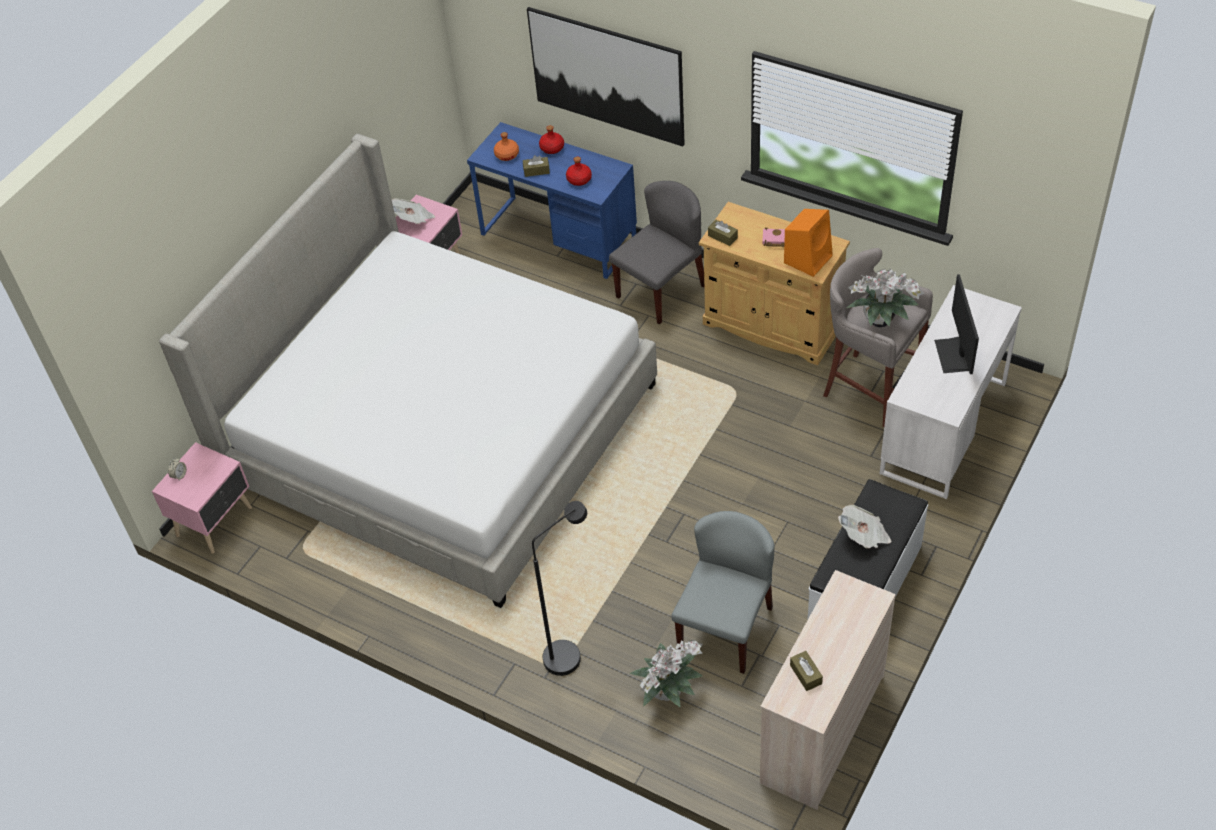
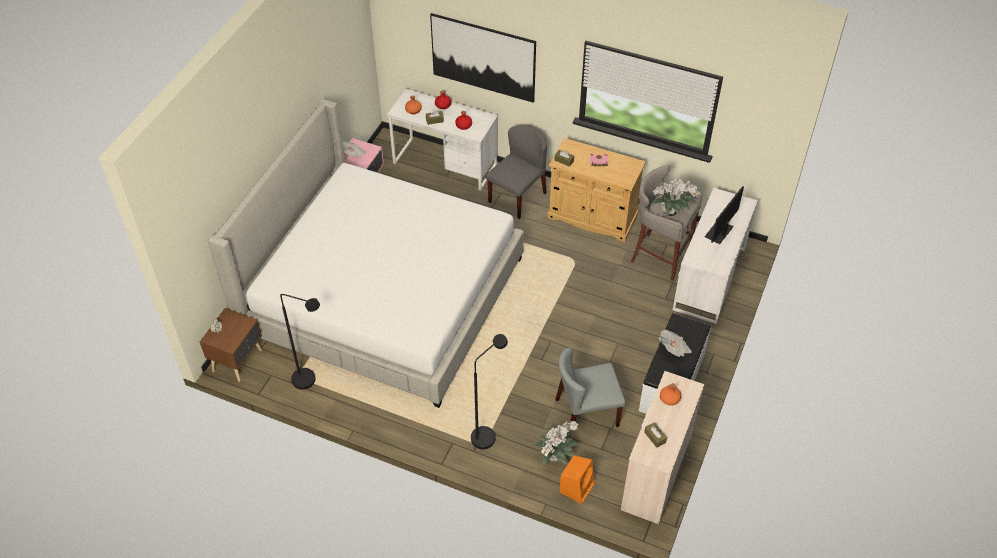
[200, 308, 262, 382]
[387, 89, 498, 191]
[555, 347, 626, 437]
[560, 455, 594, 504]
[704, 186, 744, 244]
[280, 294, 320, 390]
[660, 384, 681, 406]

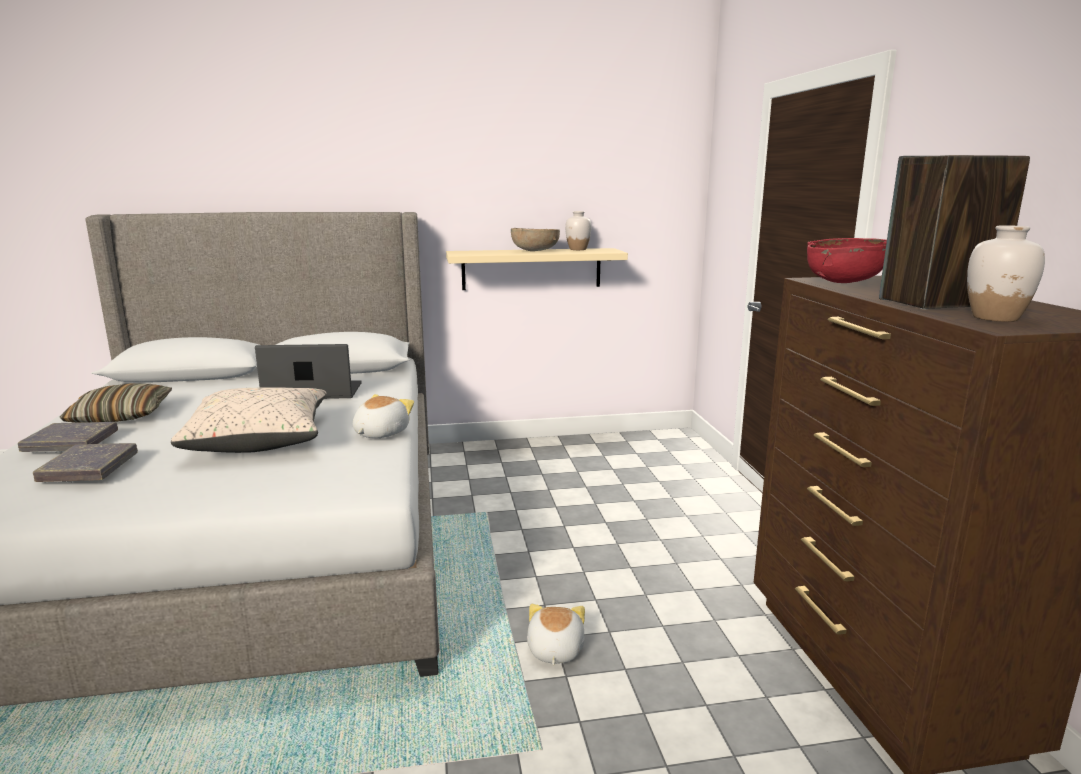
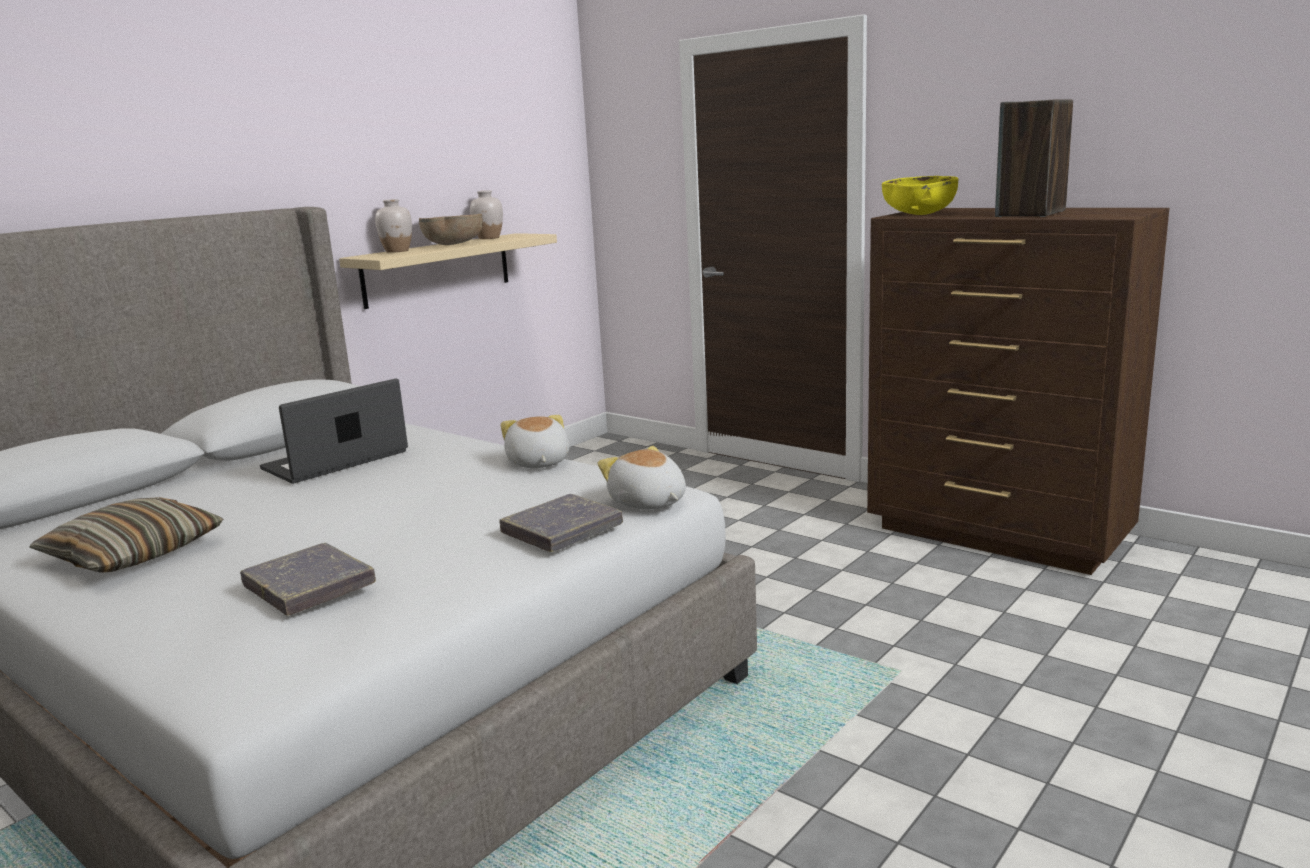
[499, 494, 623, 552]
[171, 387, 326, 453] (first image)
[597, 446, 686, 510]
[882, 176, 958, 215]
[375, 199, 412, 253]

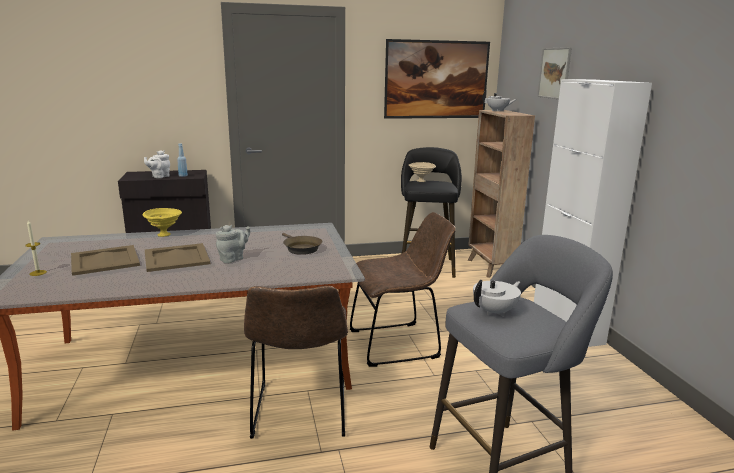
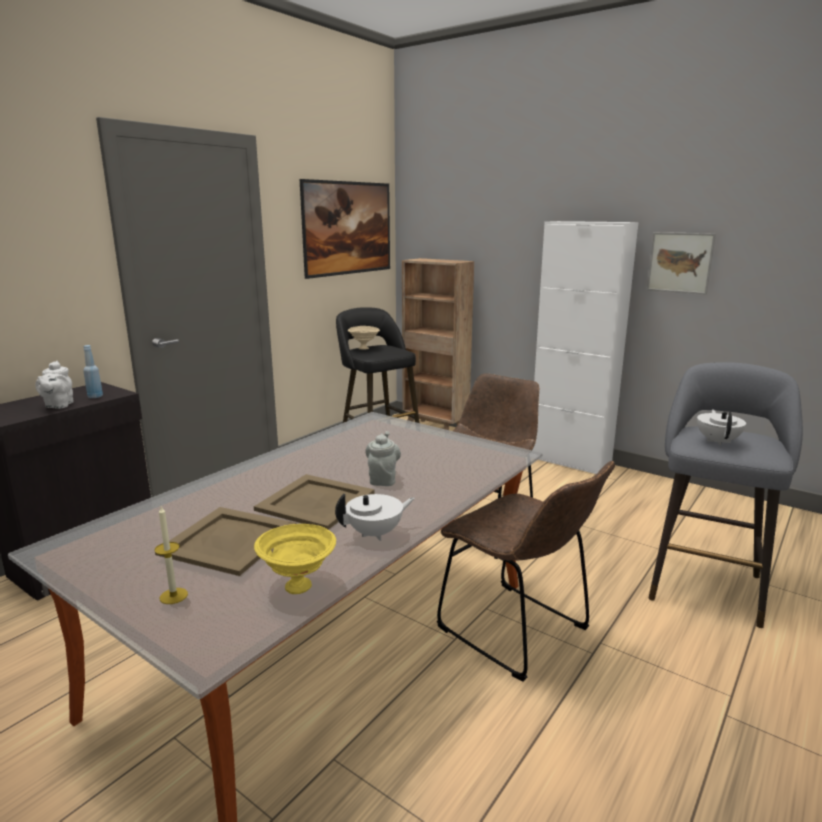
[254, 524, 336, 594]
[282, 233, 322, 255] (first image)
[335, 494, 415, 541]
[647, 232, 716, 294]

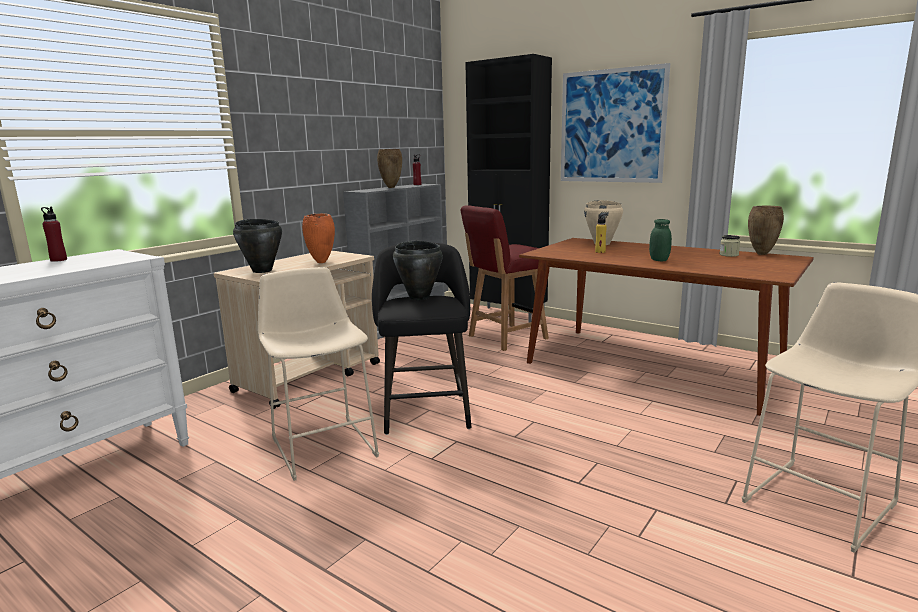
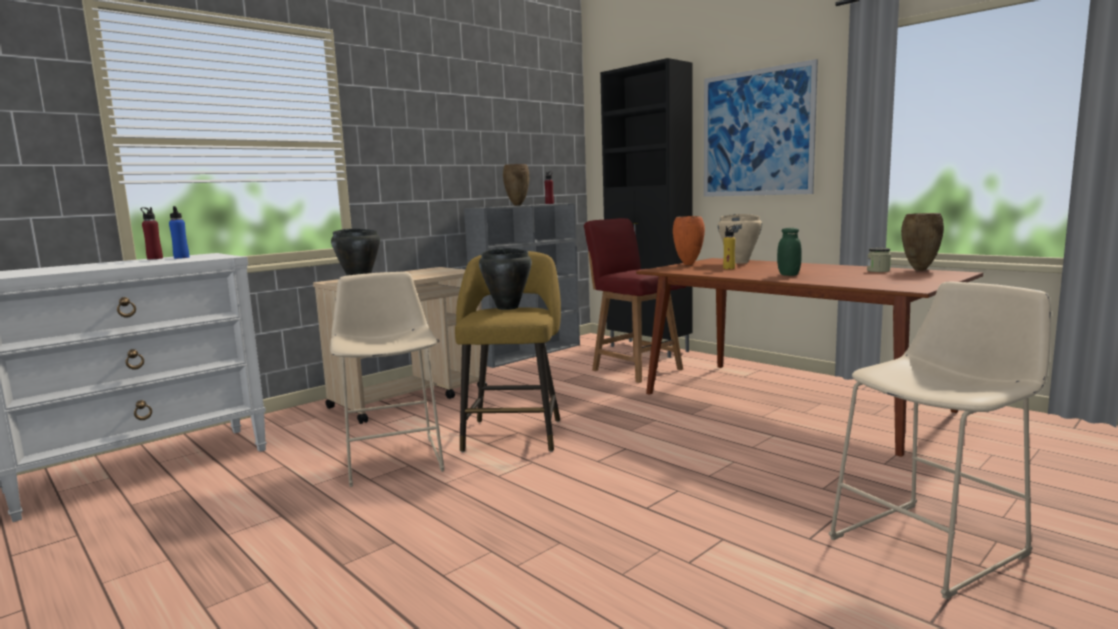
[673, 216, 705, 265]
[455, 251, 561, 452]
[584, 218, 686, 383]
[169, 206, 189, 259]

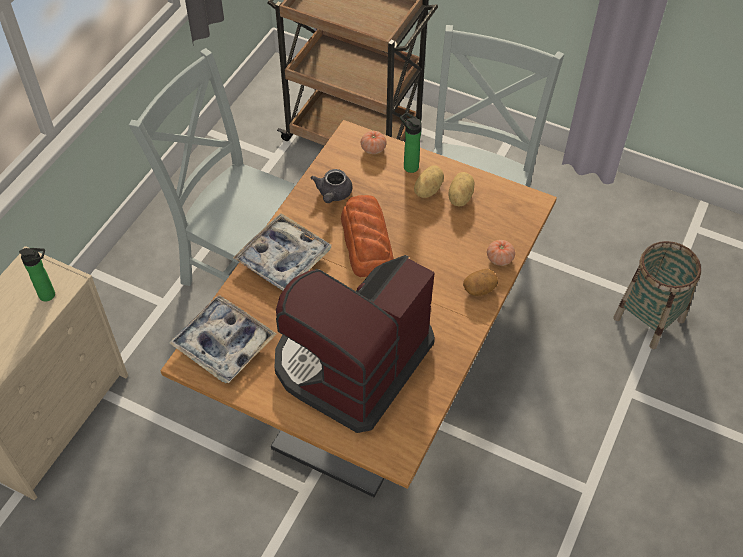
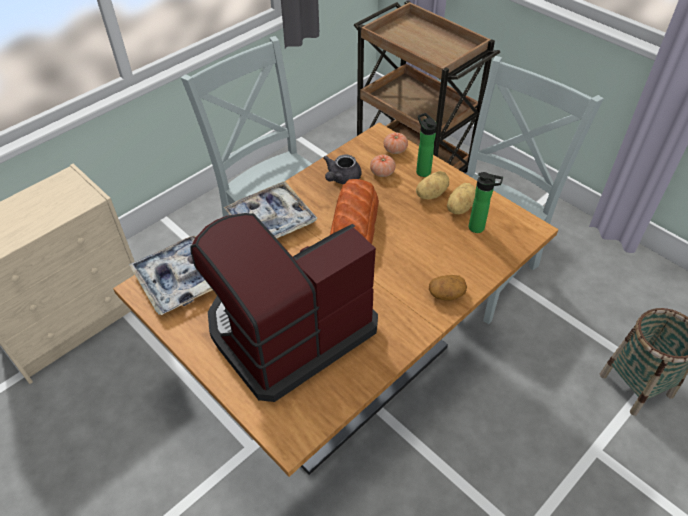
[469, 172, 503, 233]
[370, 155, 396, 177]

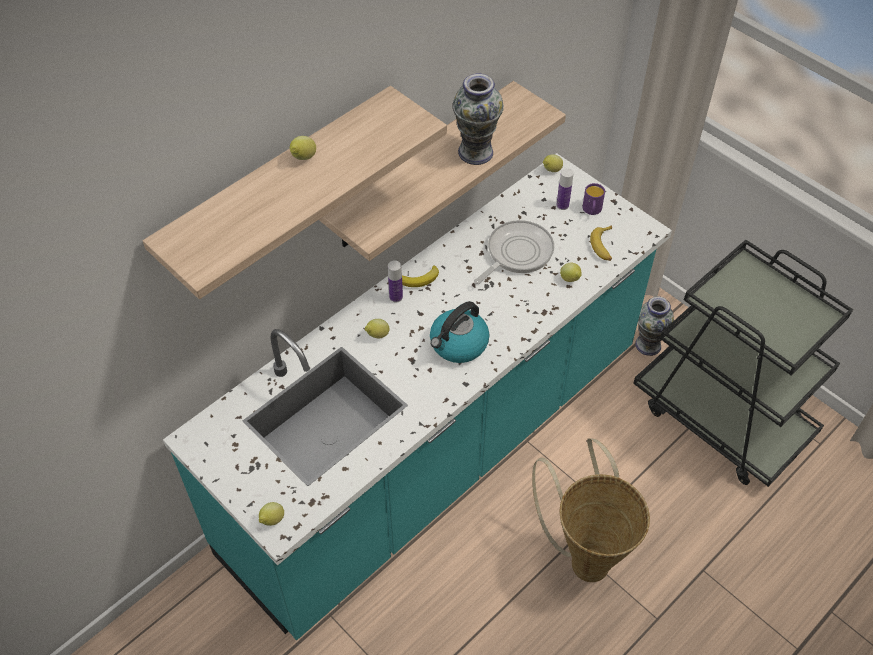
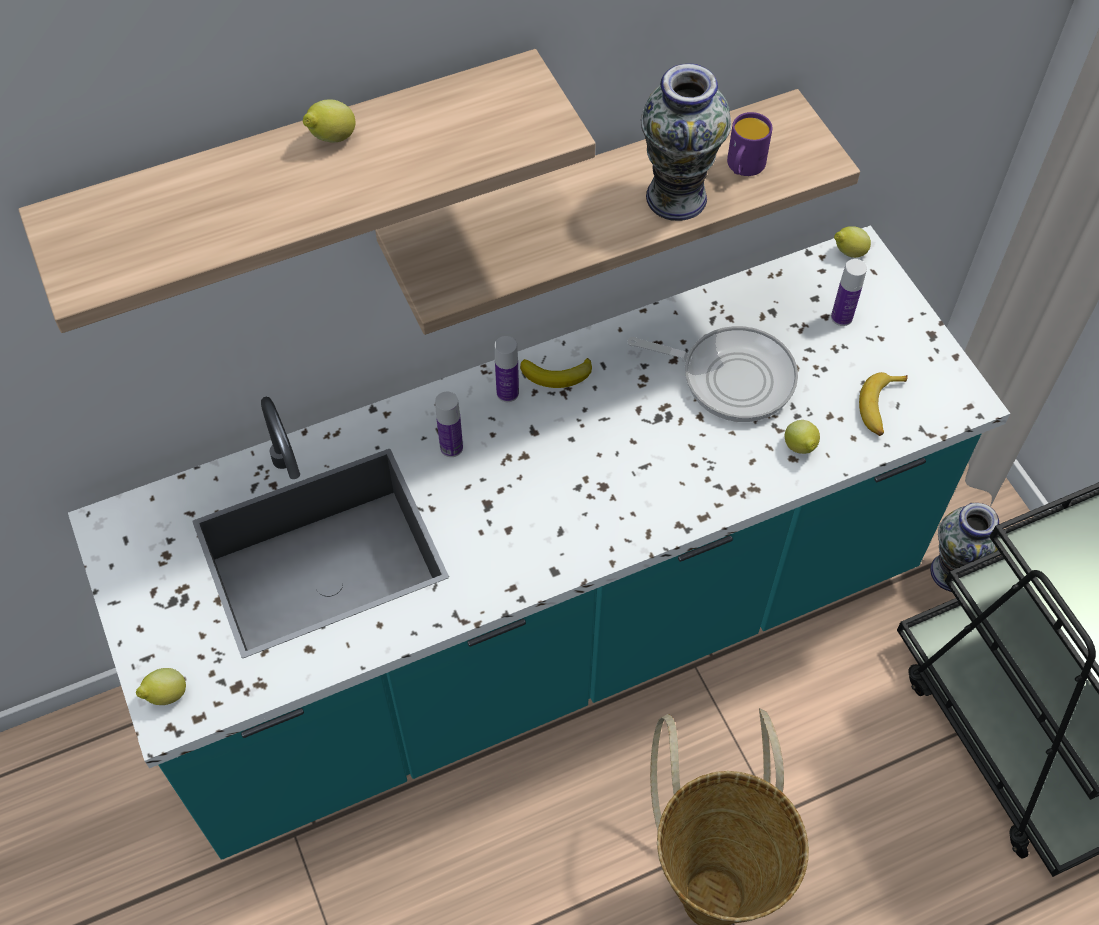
[435, 392, 463, 457]
[430, 301, 489, 363] (first image)
[627, 326, 798, 422]
[727, 112, 772, 176]

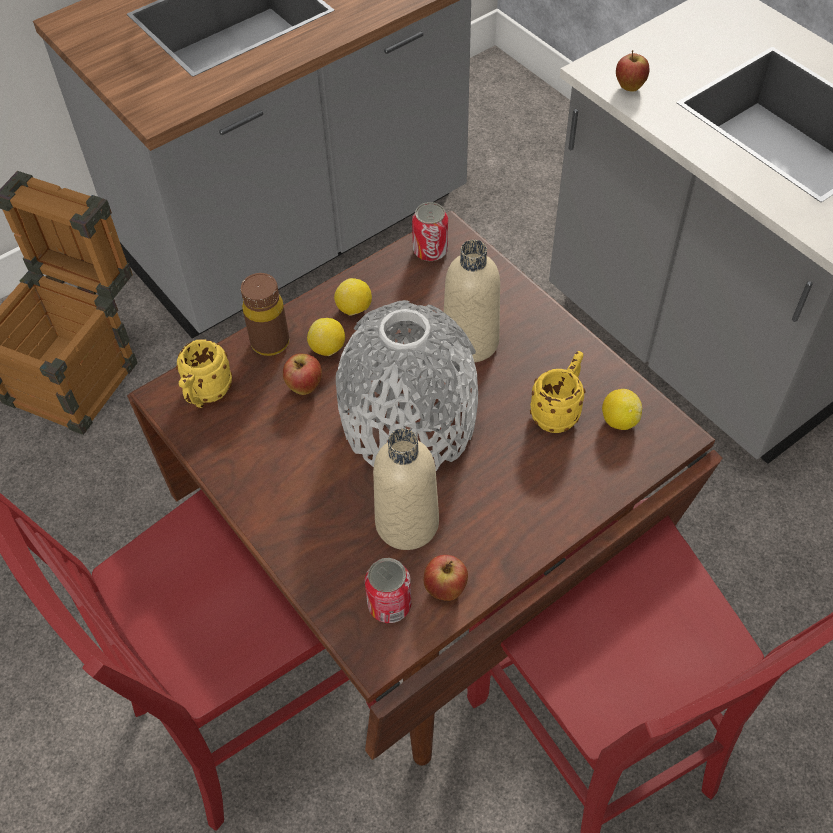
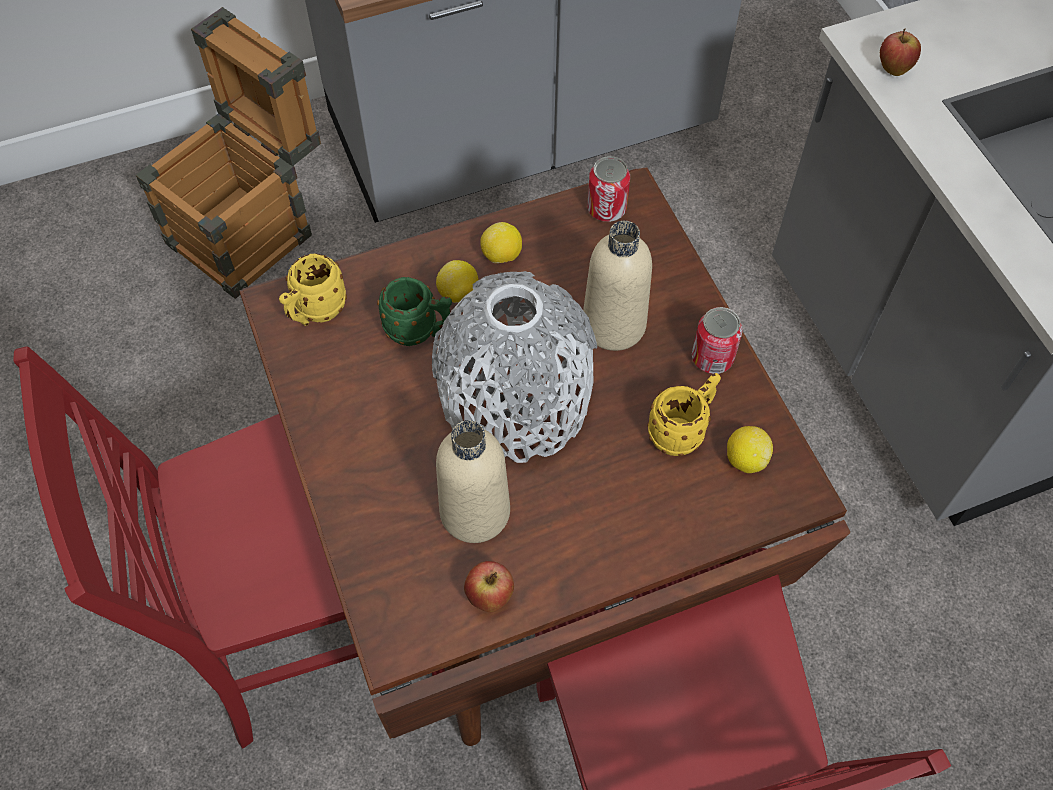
[241, 273, 289, 356] (first image)
[377, 277, 452, 346]
[692, 307, 743, 374]

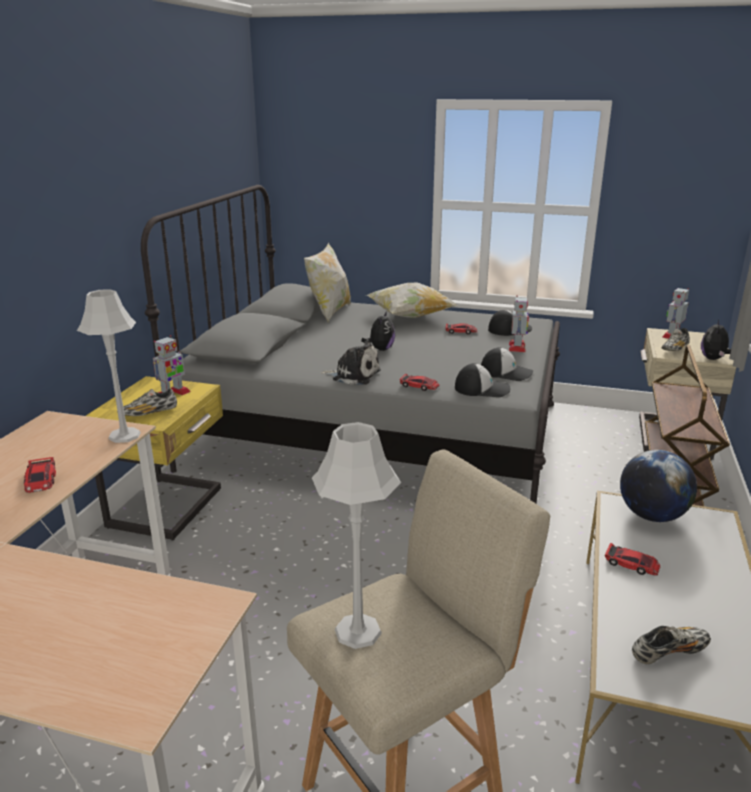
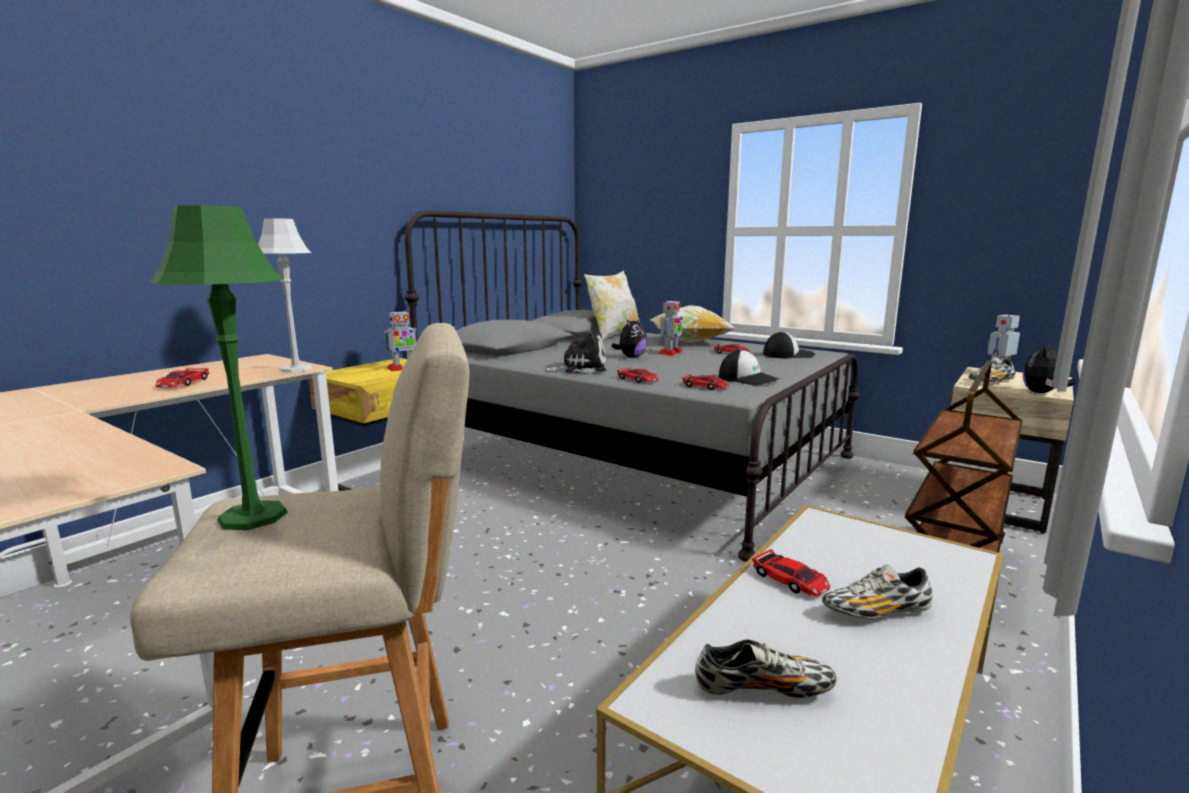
[822, 565, 932, 619]
[150, 205, 288, 530]
[545, 331, 606, 374]
[682, 374, 729, 390]
[658, 299, 683, 355]
[620, 450, 697, 522] (first image)

